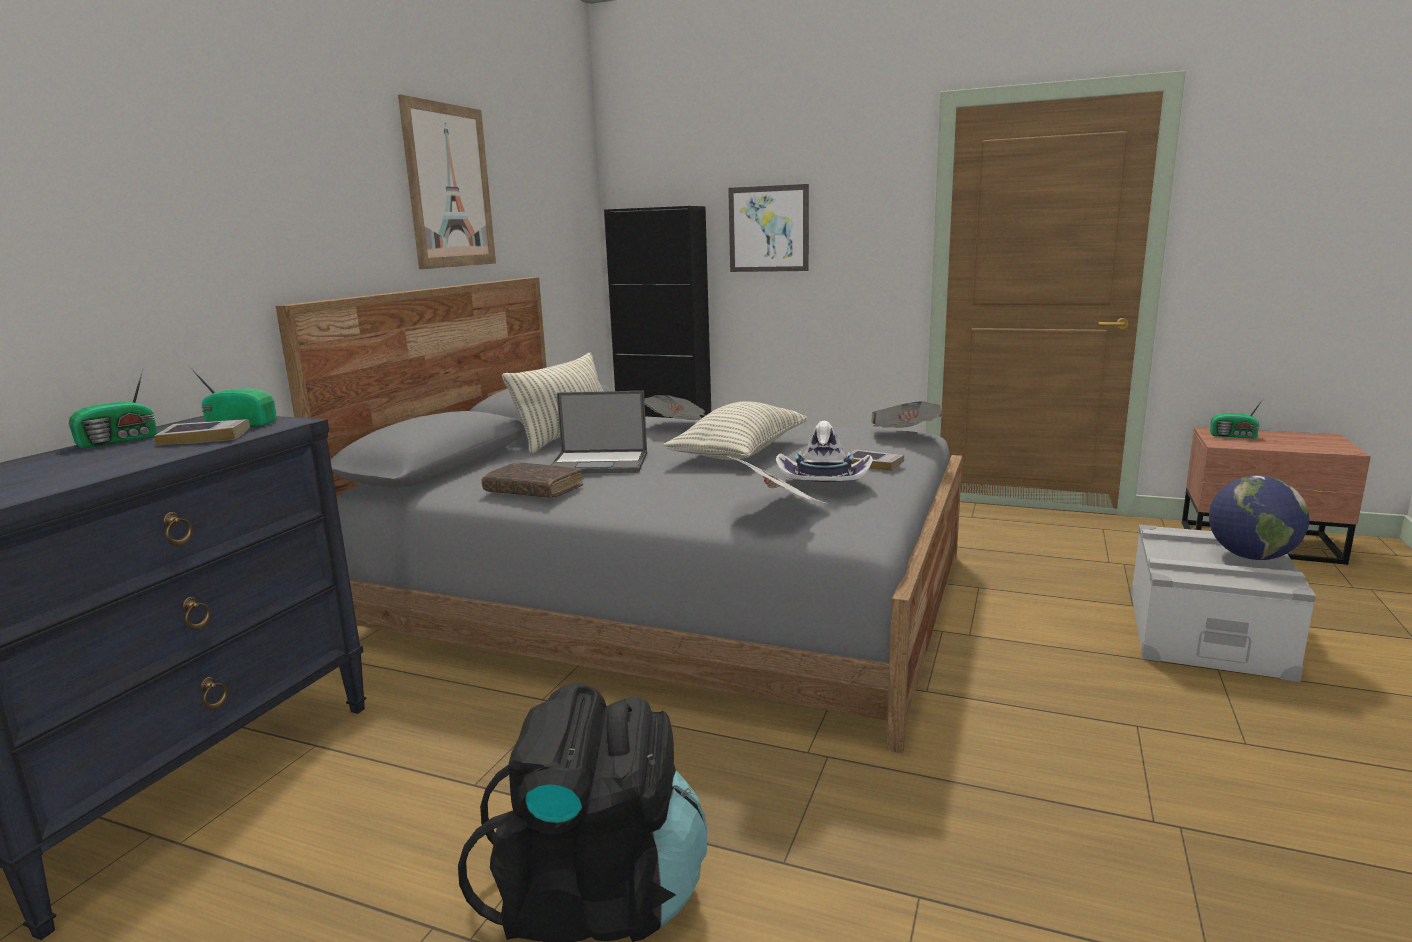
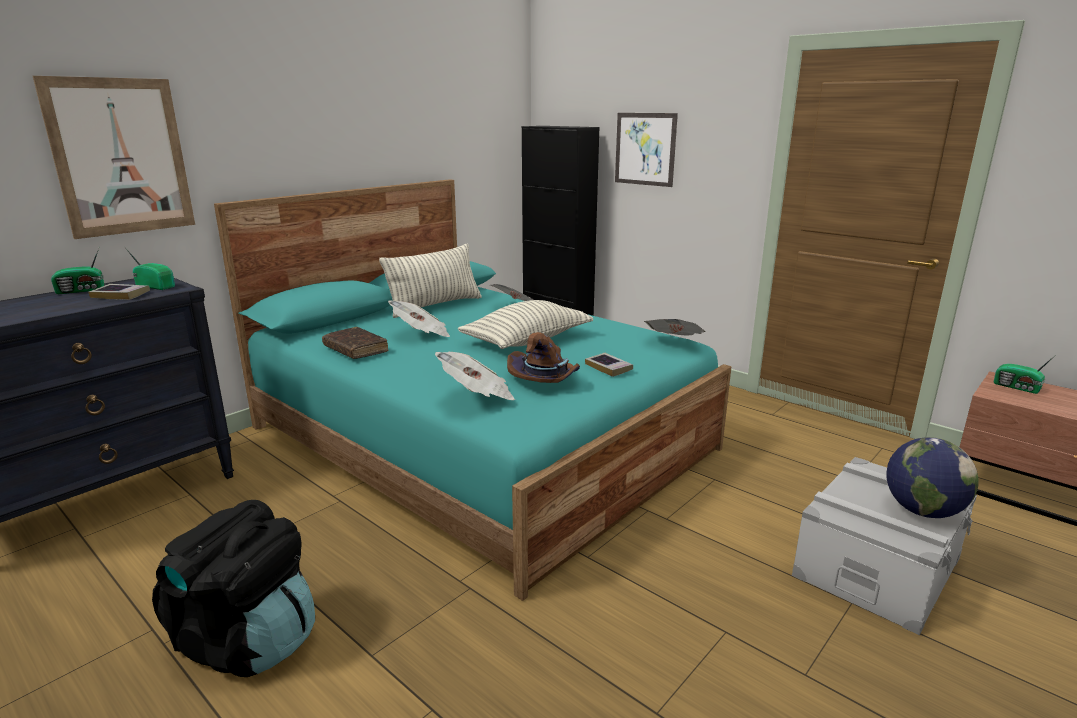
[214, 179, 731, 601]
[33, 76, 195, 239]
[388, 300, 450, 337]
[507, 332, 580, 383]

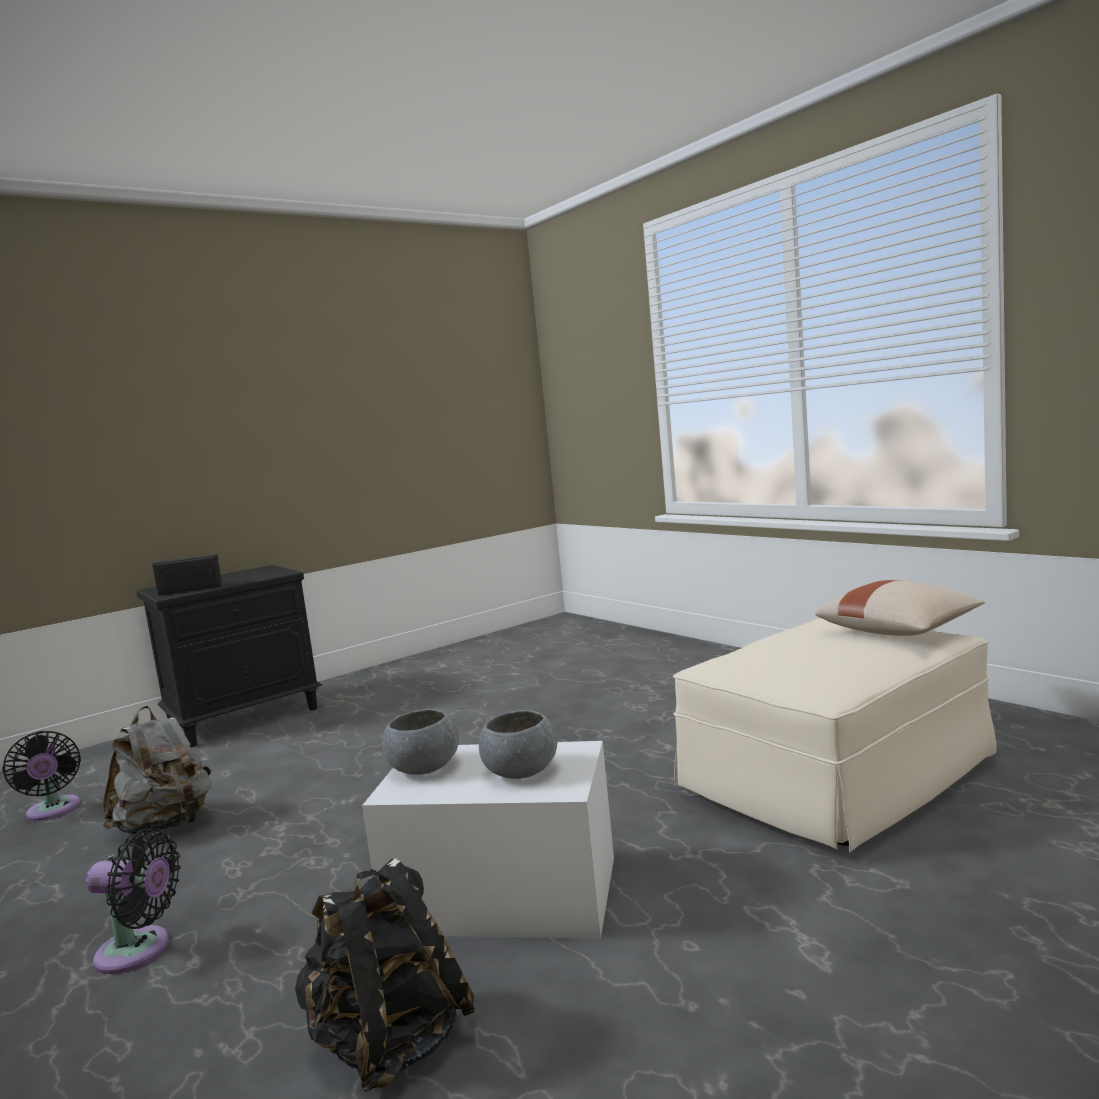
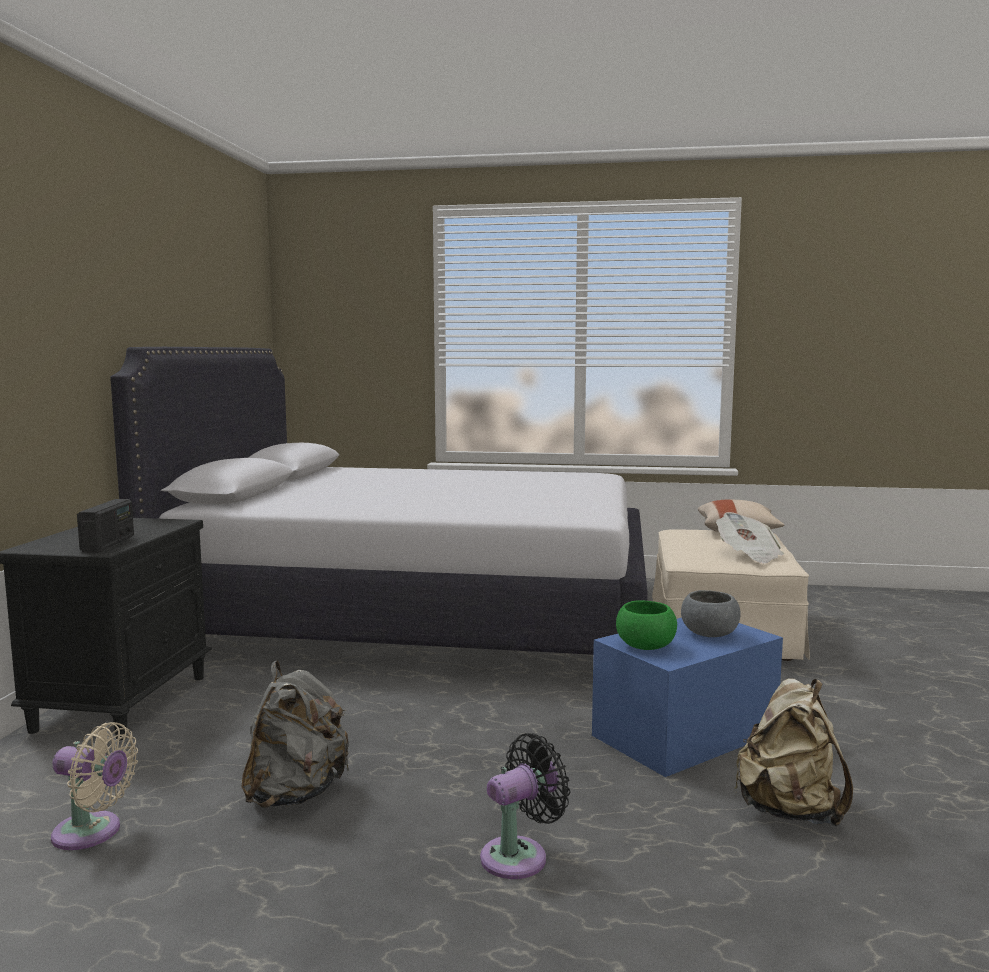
[51, 722, 138, 850]
[77, 499, 134, 553]
[734, 678, 853, 827]
[592, 618, 783, 777]
[616, 600, 677, 650]
[110, 347, 647, 655]
[716, 512, 784, 564]

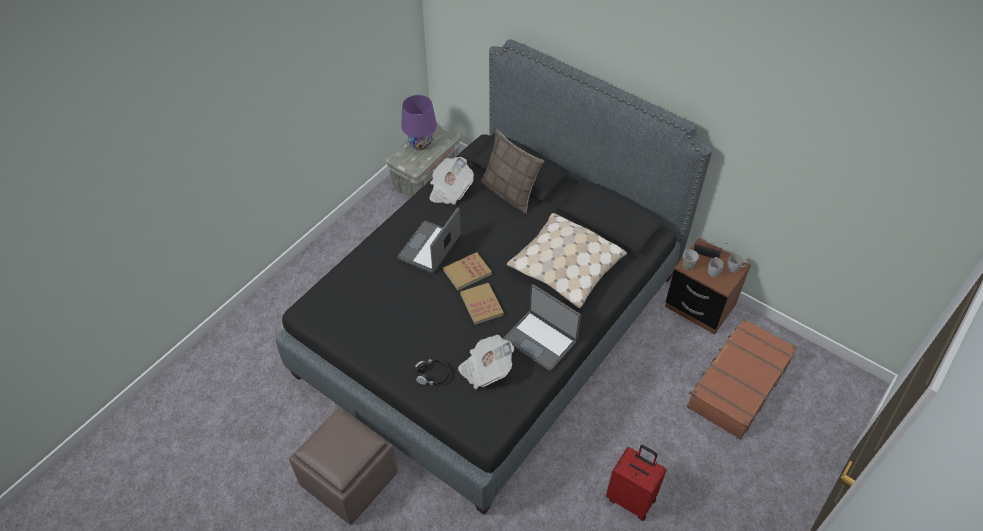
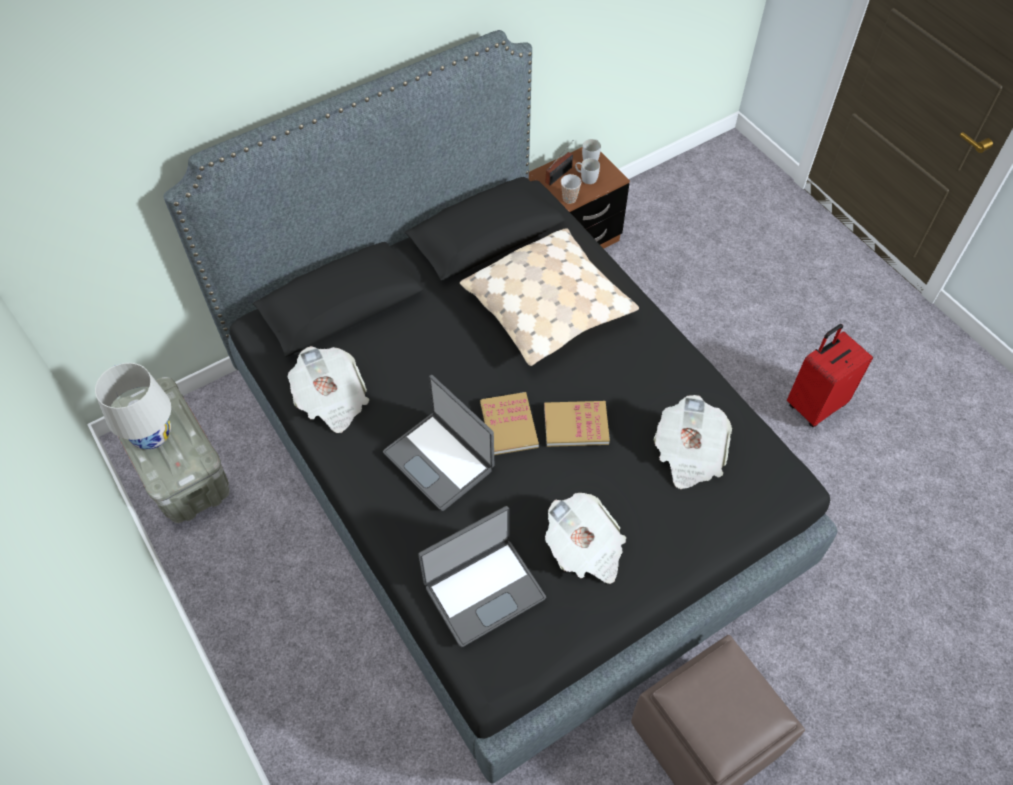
[95, 363, 171, 449]
[415, 359, 450, 385] (first image)
[481, 130, 544, 214] (first image)
[418, 506, 546, 647]
[687, 318, 797, 440] (first image)
[545, 493, 626, 584]

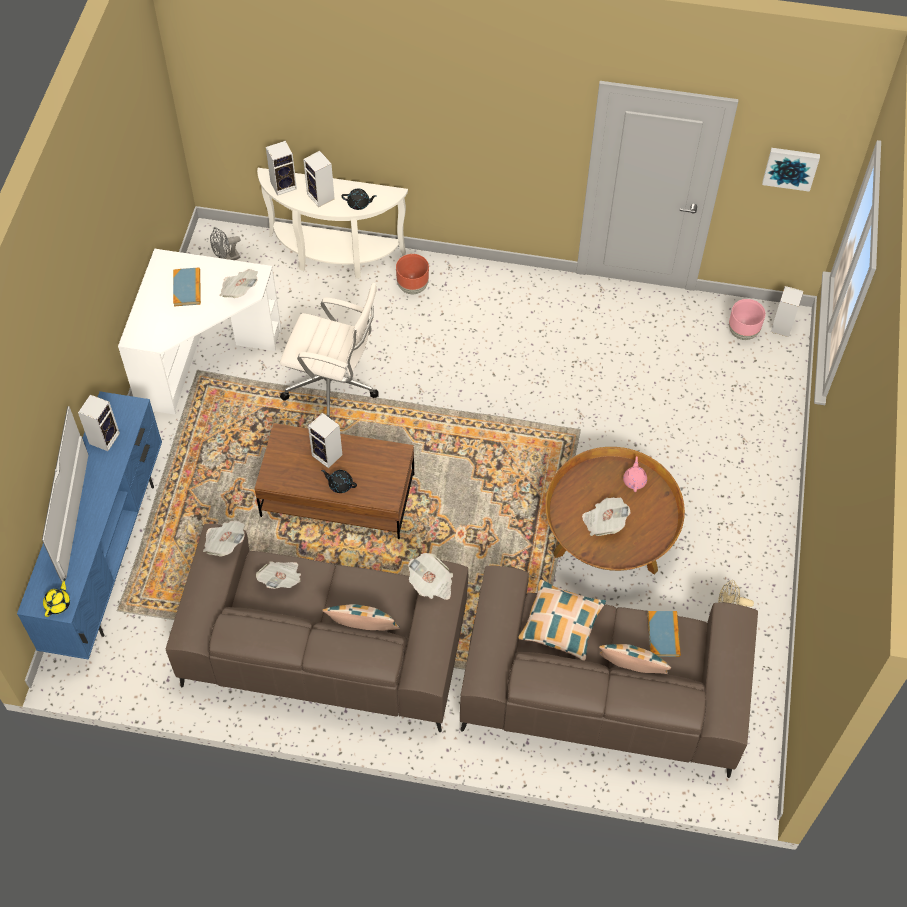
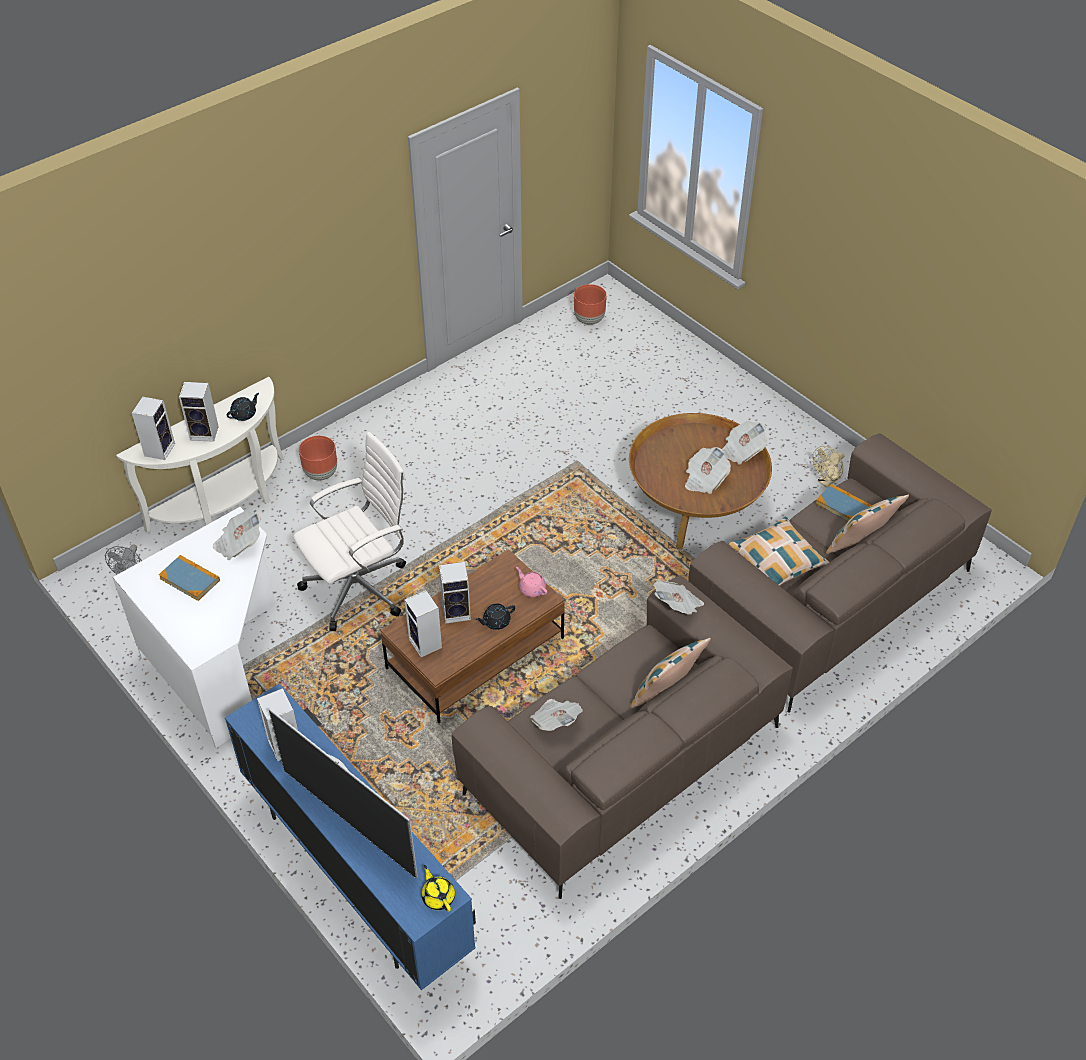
[722, 420, 767, 464]
[516, 567, 548, 597]
[574, 284, 607, 325]
[762, 148, 820, 192] (first image)
[404, 590, 442, 657]

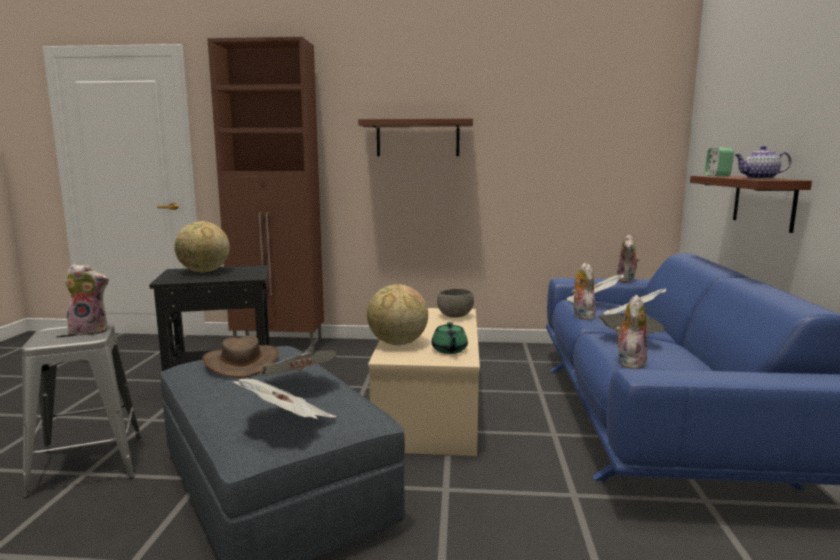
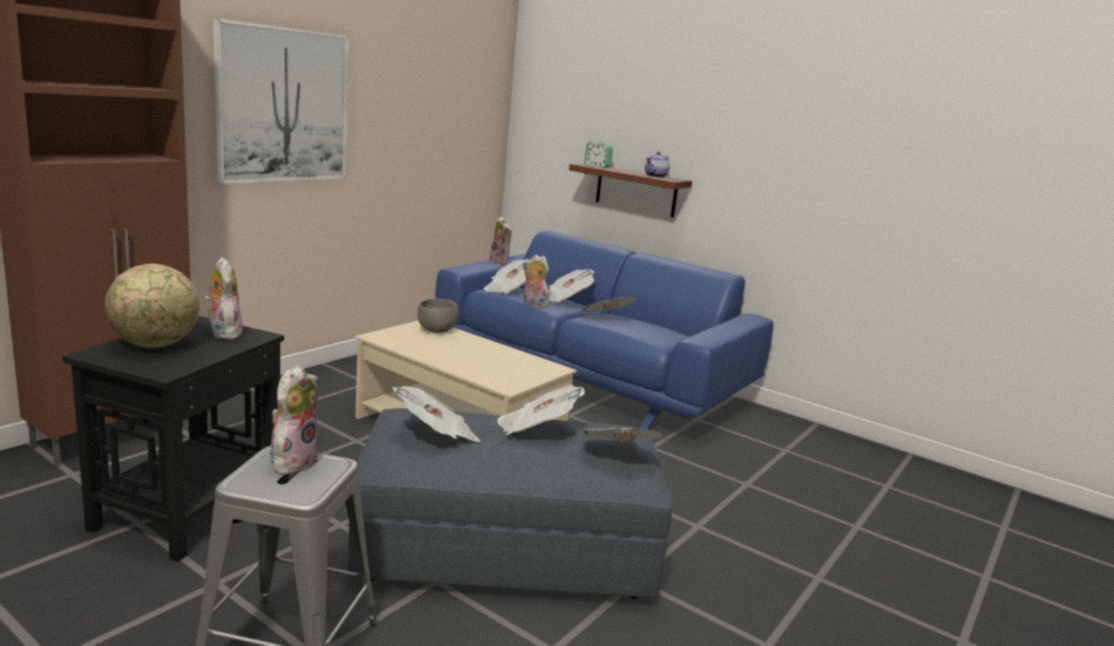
[392, 386, 480, 442]
[213, 18, 349, 184]
[367, 284, 428, 345] (first image)
[431, 322, 468, 354] (first image)
[203, 257, 243, 339]

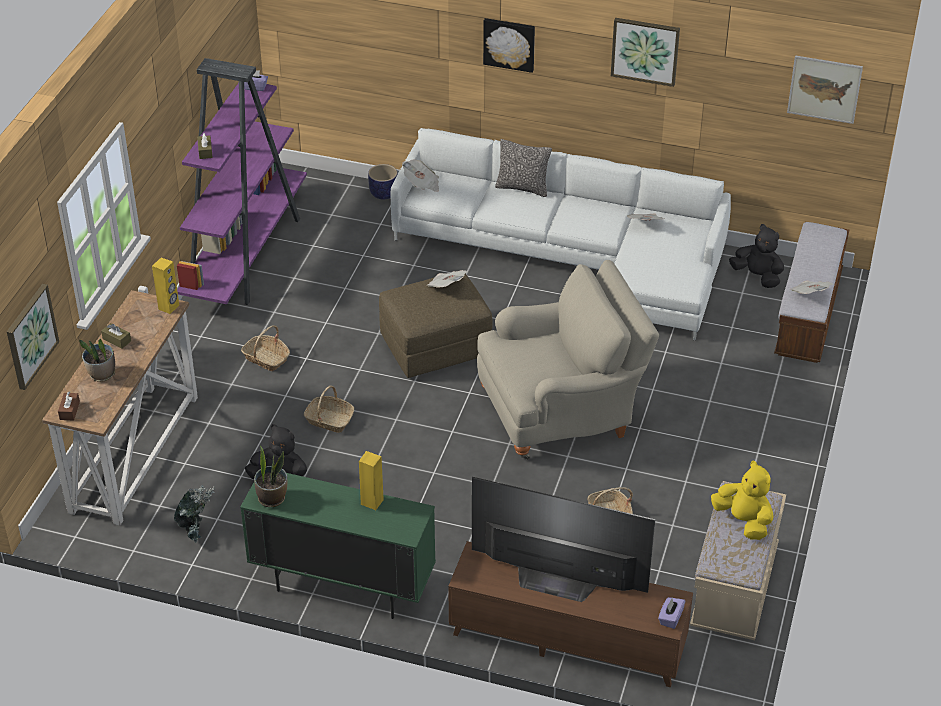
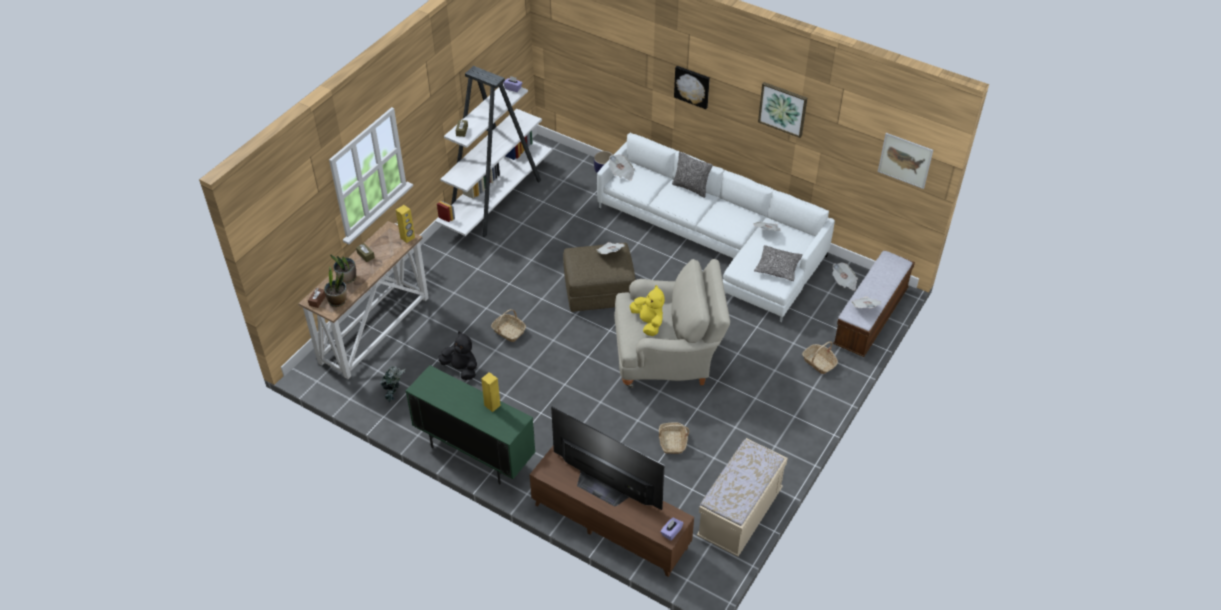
[7, 284, 59, 390] (first image)
[435, 66, 552, 237]
[802, 341, 838, 374]
[324, 266, 347, 307]
[630, 285, 665, 336]
[832, 262, 858, 291]
[754, 245, 803, 281]

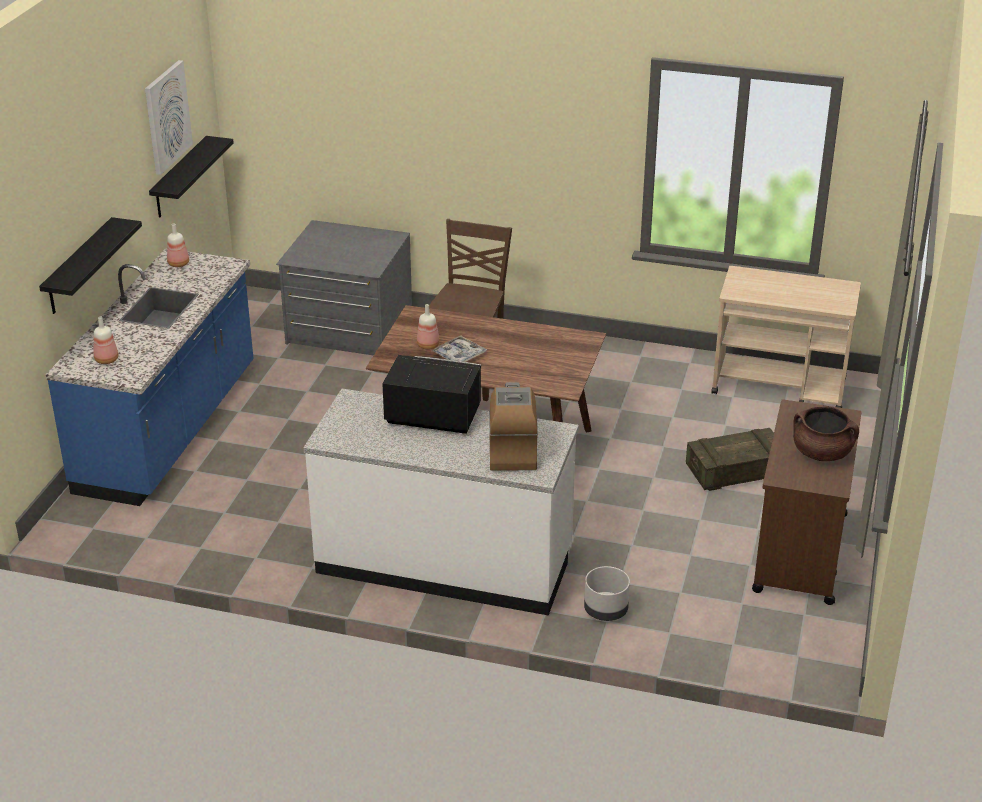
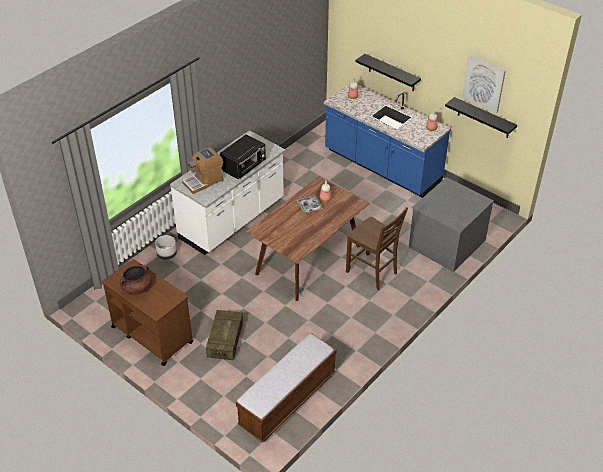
[182, 147, 224, 194]
[236, 333, 337, 443]

